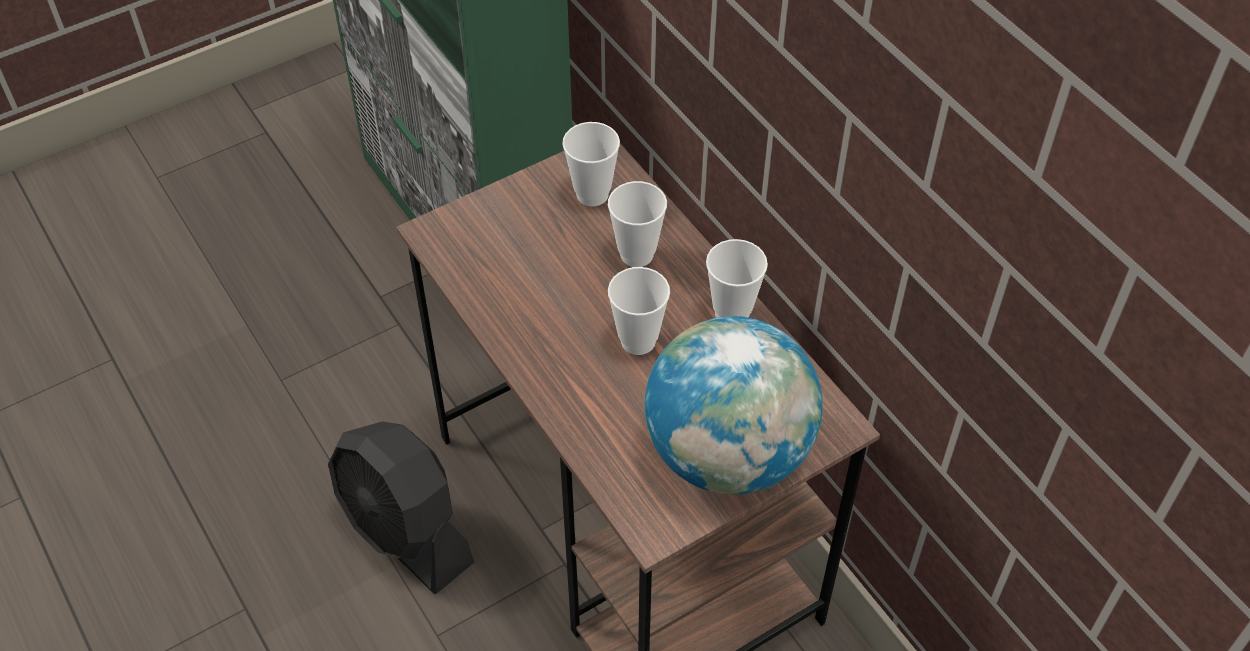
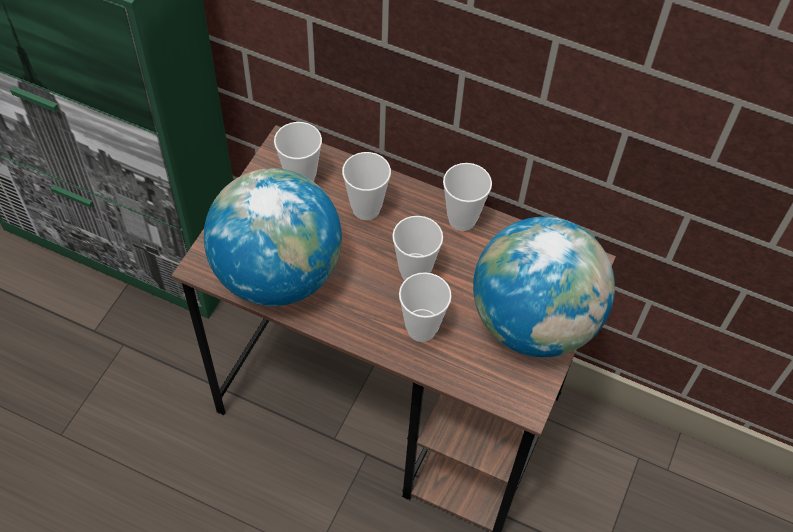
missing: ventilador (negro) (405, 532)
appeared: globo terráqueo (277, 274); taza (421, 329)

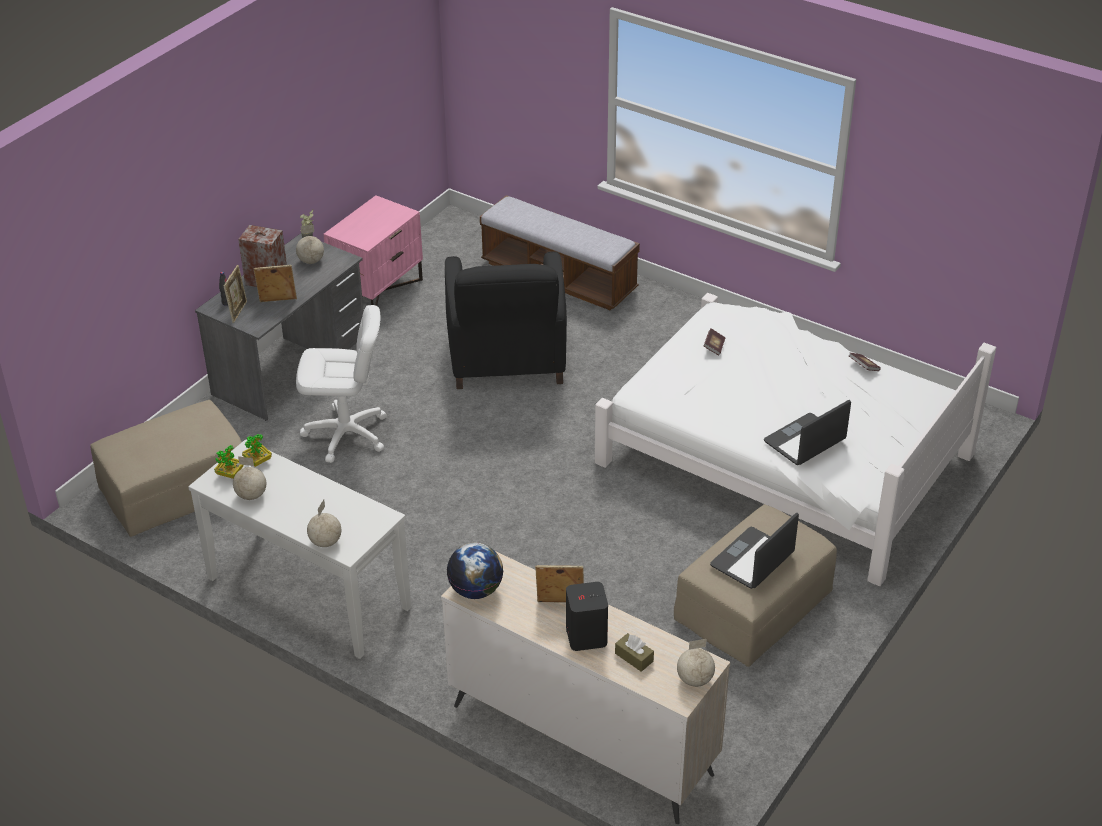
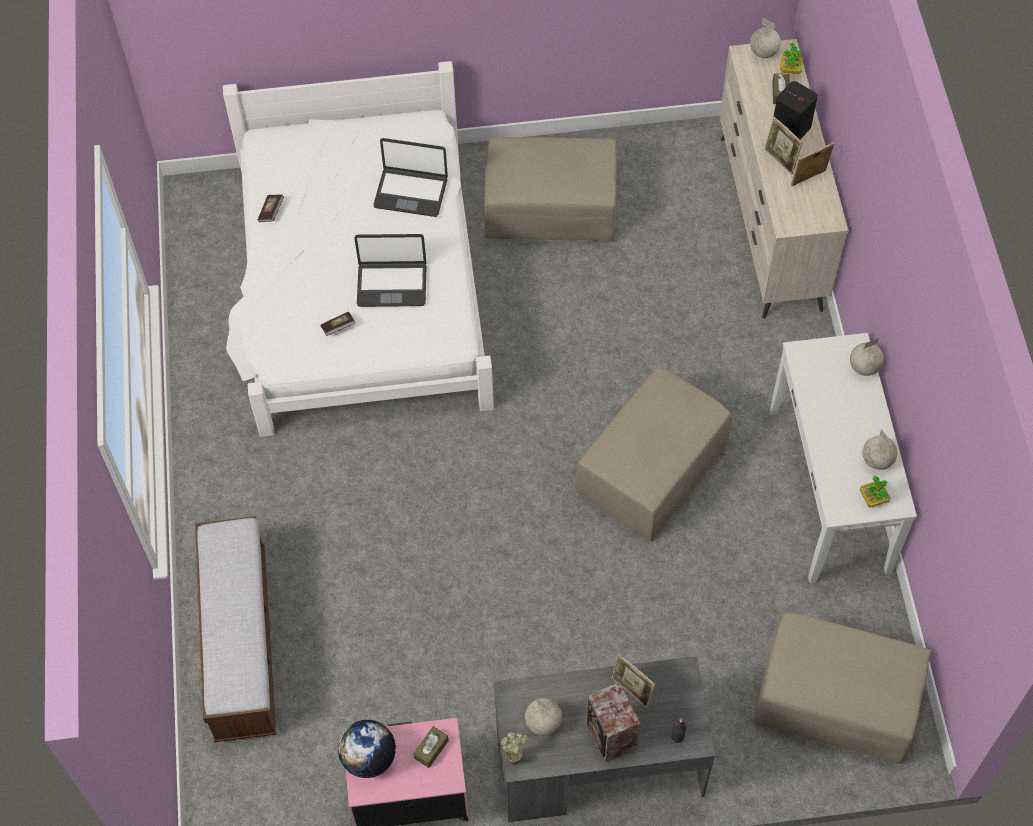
missing: silla de oficina (blanco) (346, 434); sillón (negro) (507, 356)
appeared: caja de pañuelos (marrón) (431, 749); puf (beis) (652, 468)
relocated: globo terráqueo (476, 590) to (369, 758); portátil (753, 560) to (392, 284); planta en maceta (258, 461) to (790, 69); portarretratos (238, 311) to (808, 179)

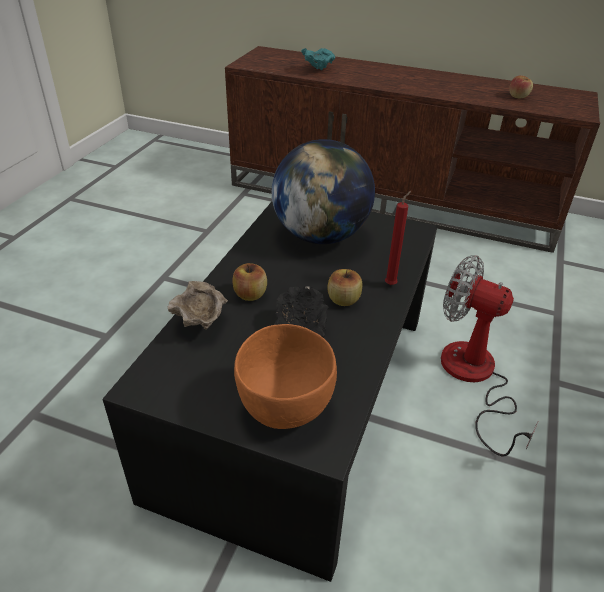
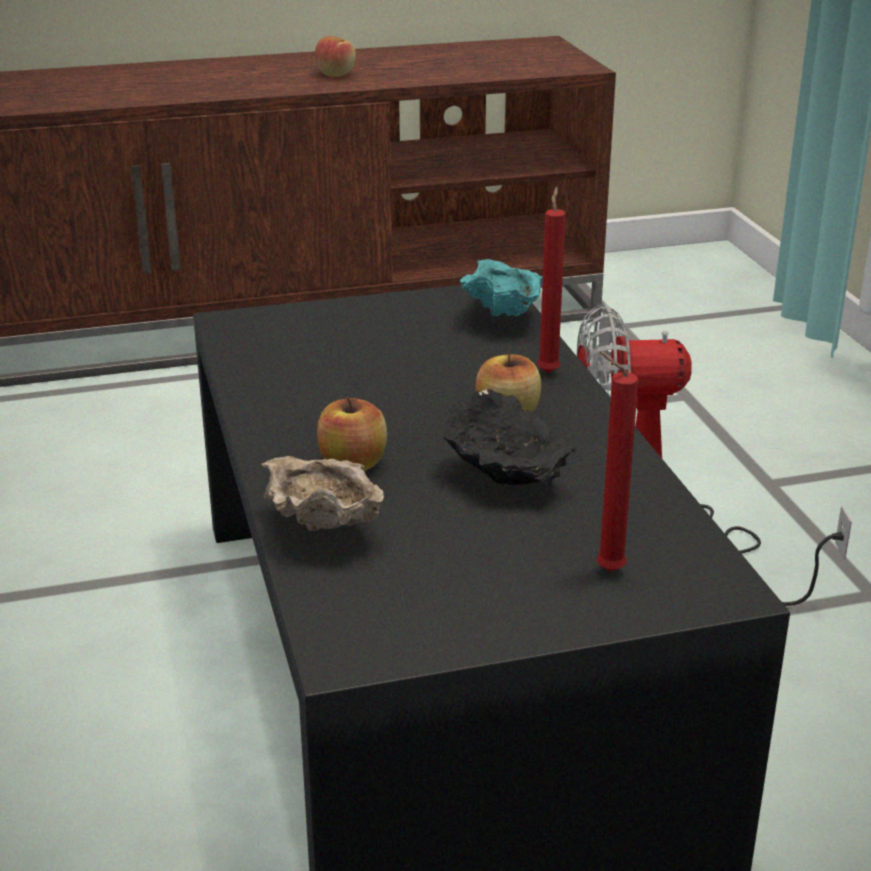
missing: globo terráqueo (320, 235)
relocated: manzana (518, 96) to (335, 74); cuenco (turquesa) (318, 70) to (502, 317)
exchanged: cuenco (naranja) (285, 406) to vela (rojo) (605, 570)

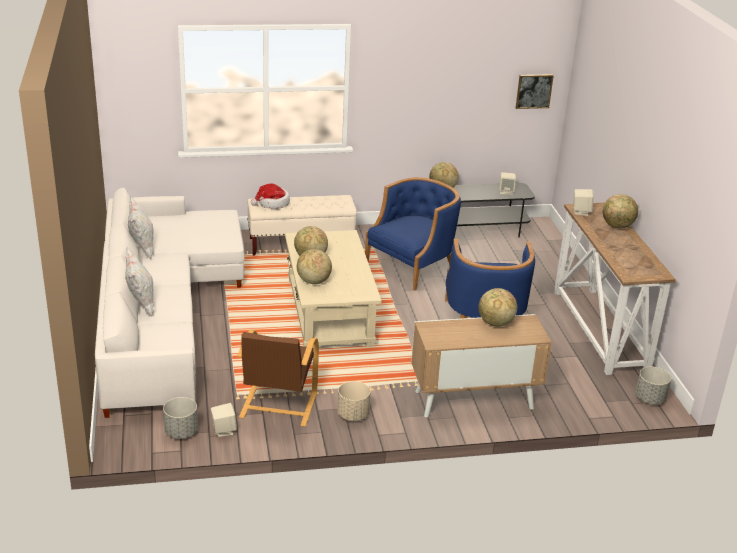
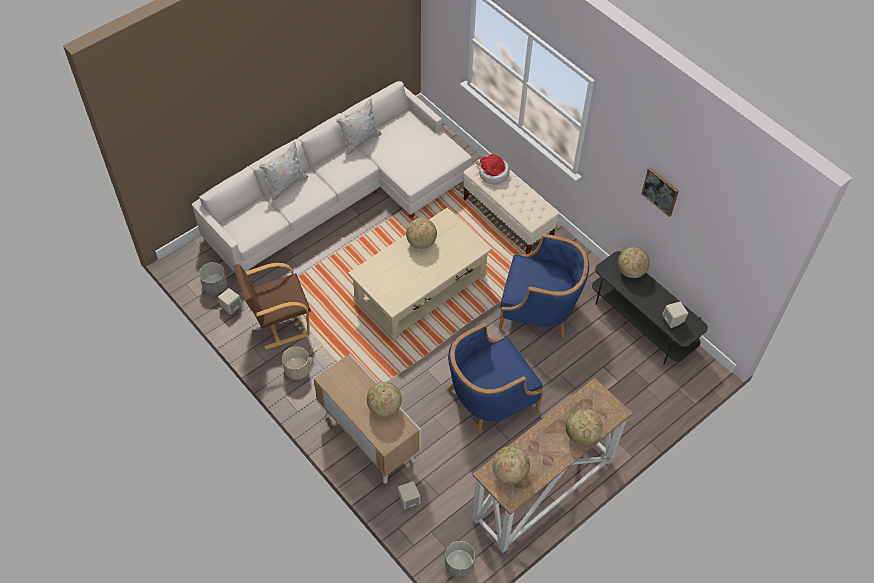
relocated: altavoz (beis) (581, 211) to (409, 500); globo terráqueo (313, 281) to (509, 473); cuadro (534, 91) to (660, 191)

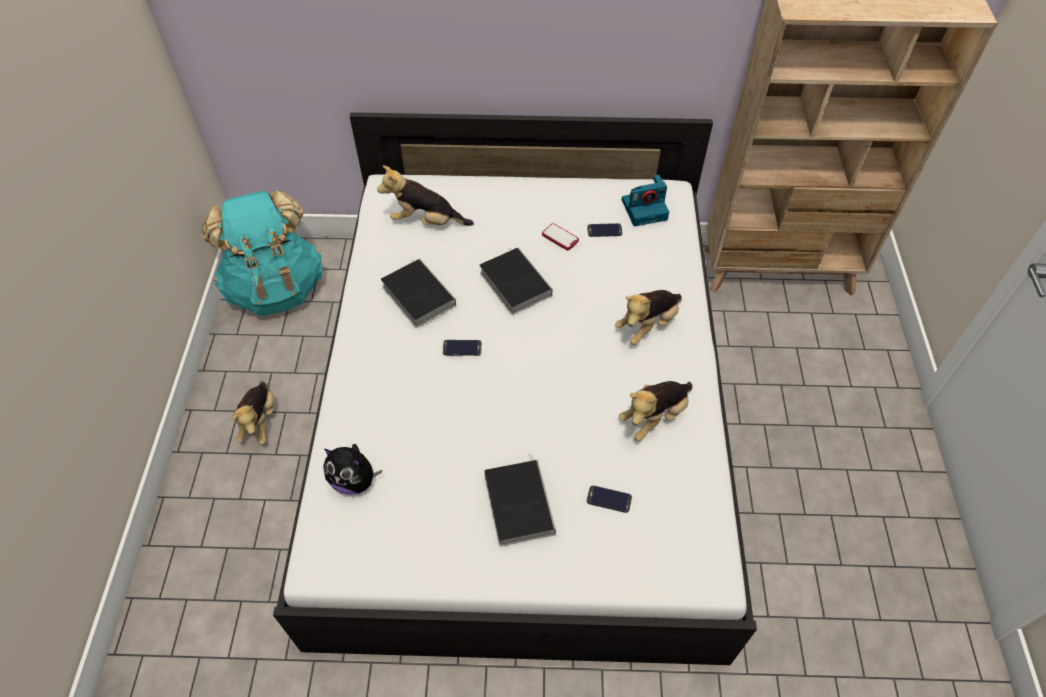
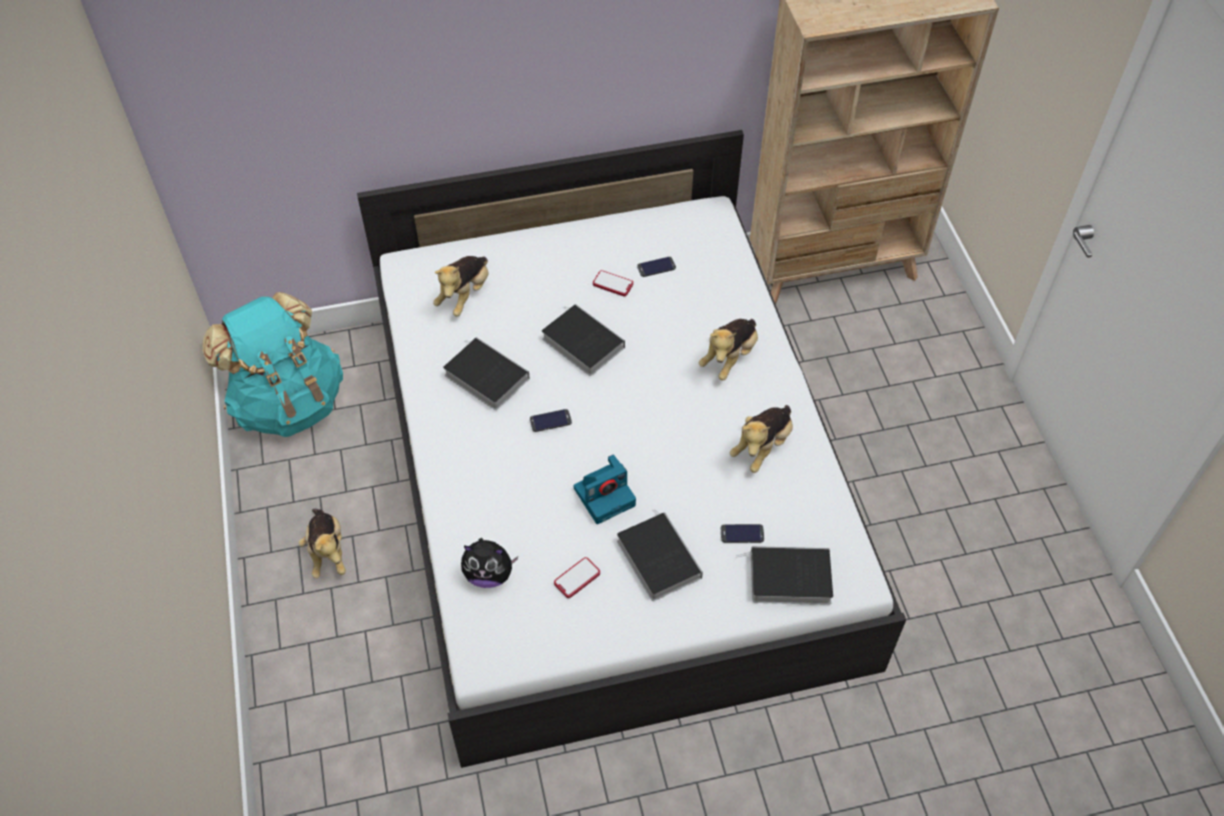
appeared: móvil (577, 578); libro (787, 579)
relocated: cámara (645, 209) to (605, 495)
spun: peluche (426, 221) = (465, 295) 60 degrees counterclockwise

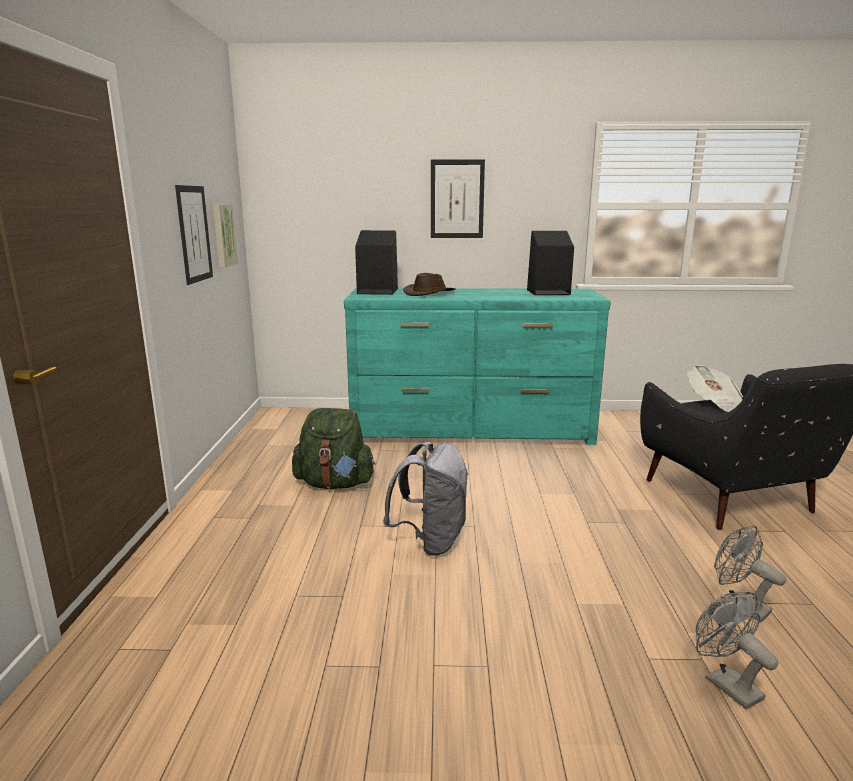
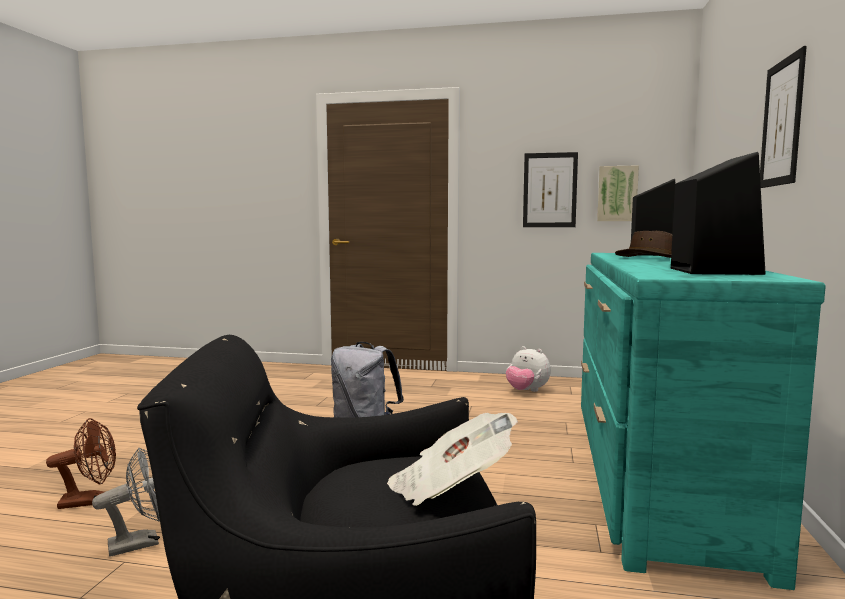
missing: mochila (verde) (335, 484)
appeared: peluche (527, 391)
colour: ventilador (gris) (725, 683) to ventilador (marrón) (90, 501)

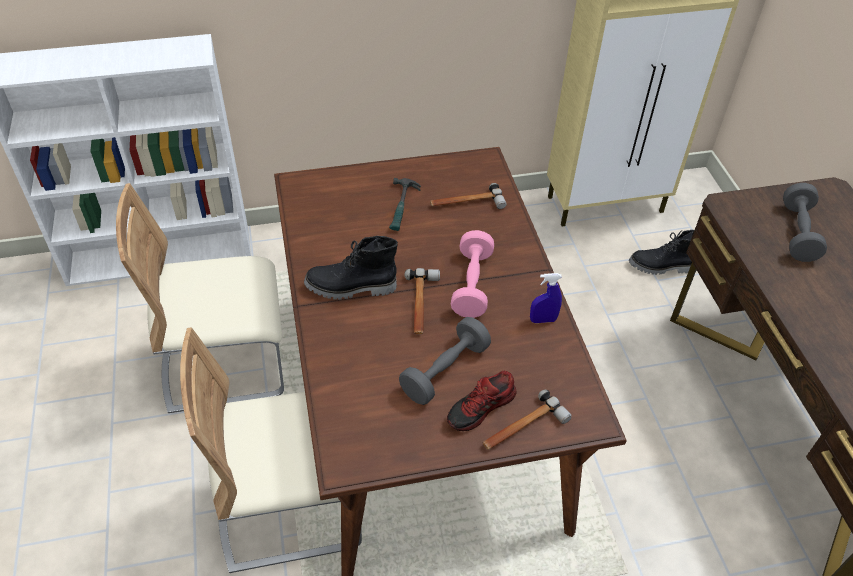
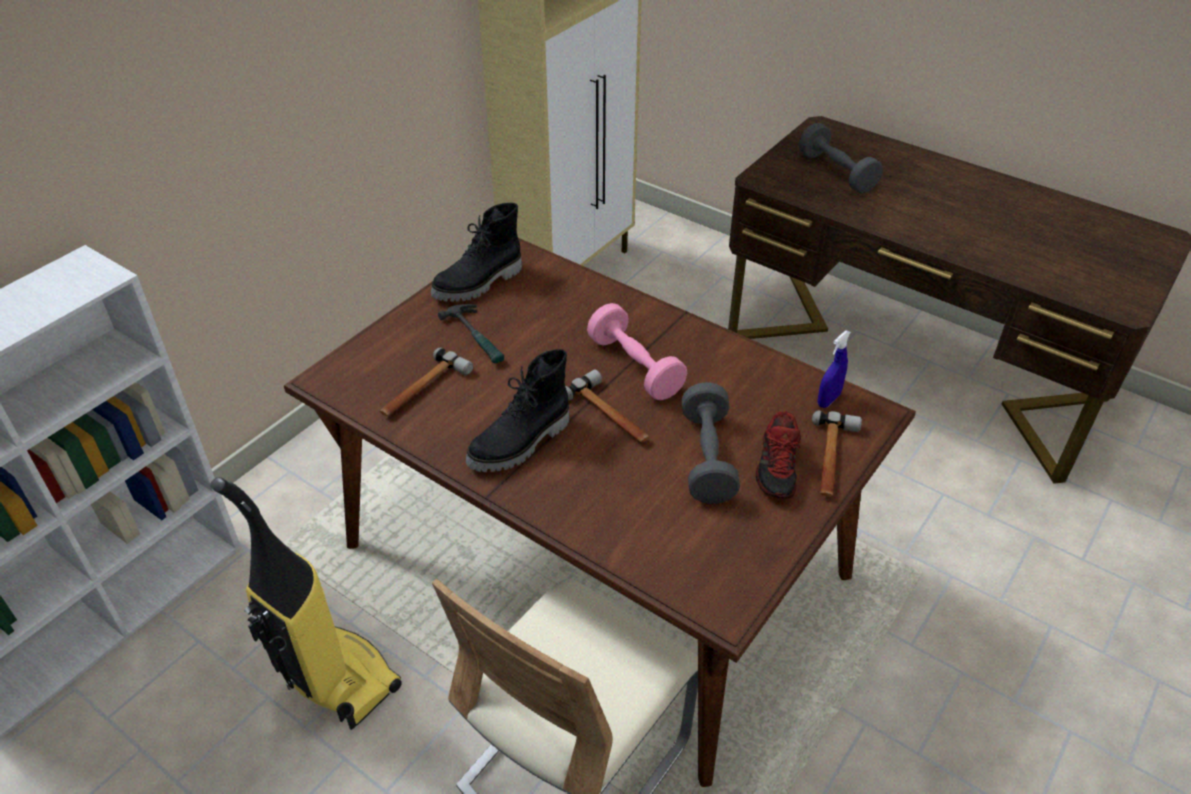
relocated: martillo (466, 203) to (423, 390); bota (negro) (661, 267) to (479, 284); pulverizador (azul) (543, 320) to (828, 400)
exchanged: silla (beis) (226, 364) to aspiradora (334, 677)

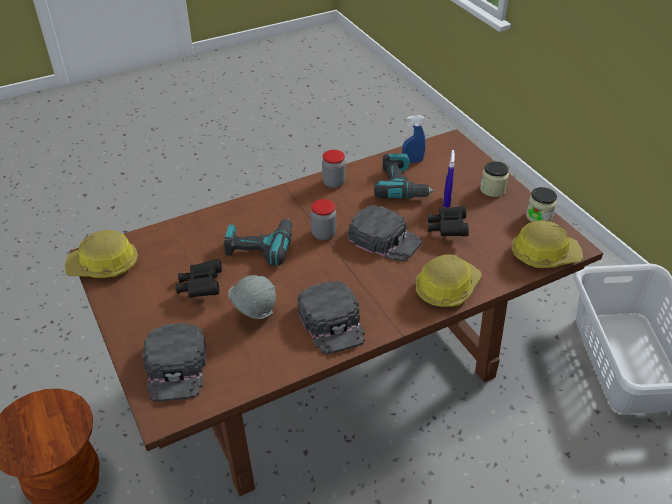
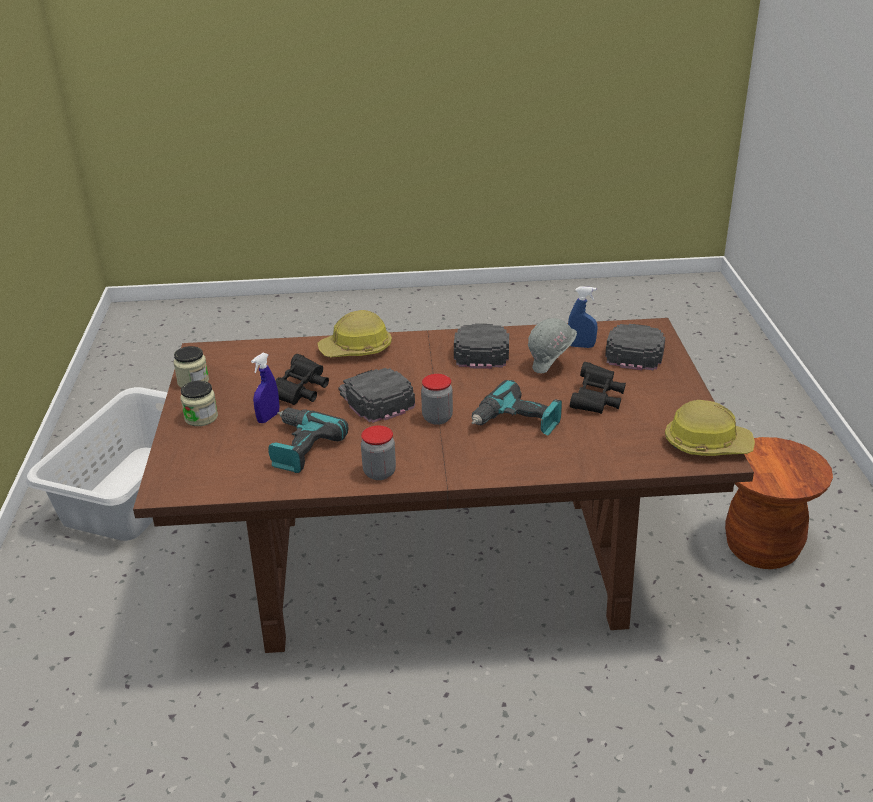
missing: casco (544, 254)
relocated: pulverizador (azul) (412, 161) to (581, 346)

